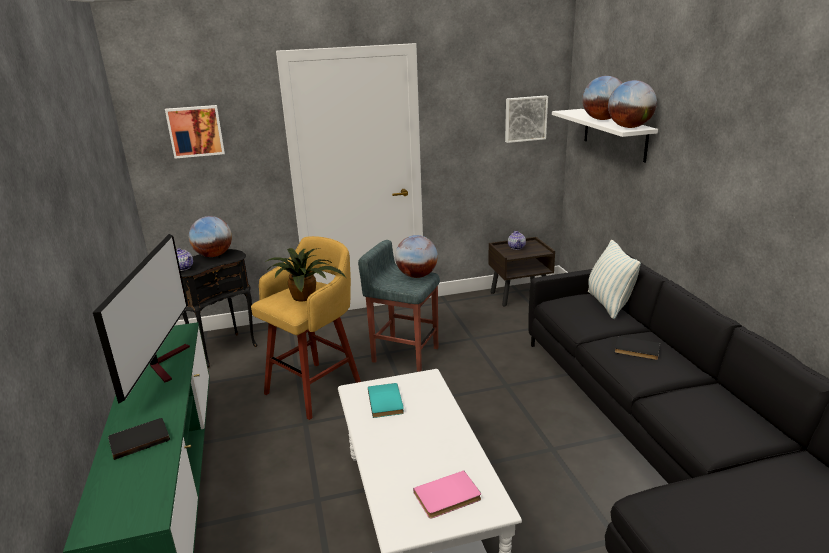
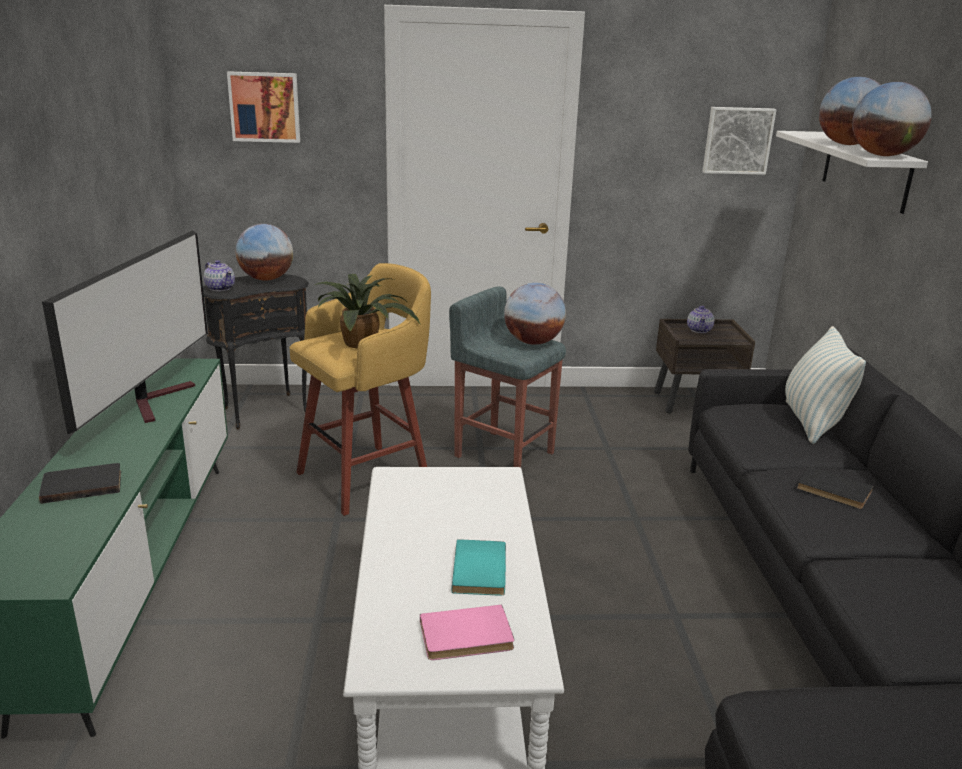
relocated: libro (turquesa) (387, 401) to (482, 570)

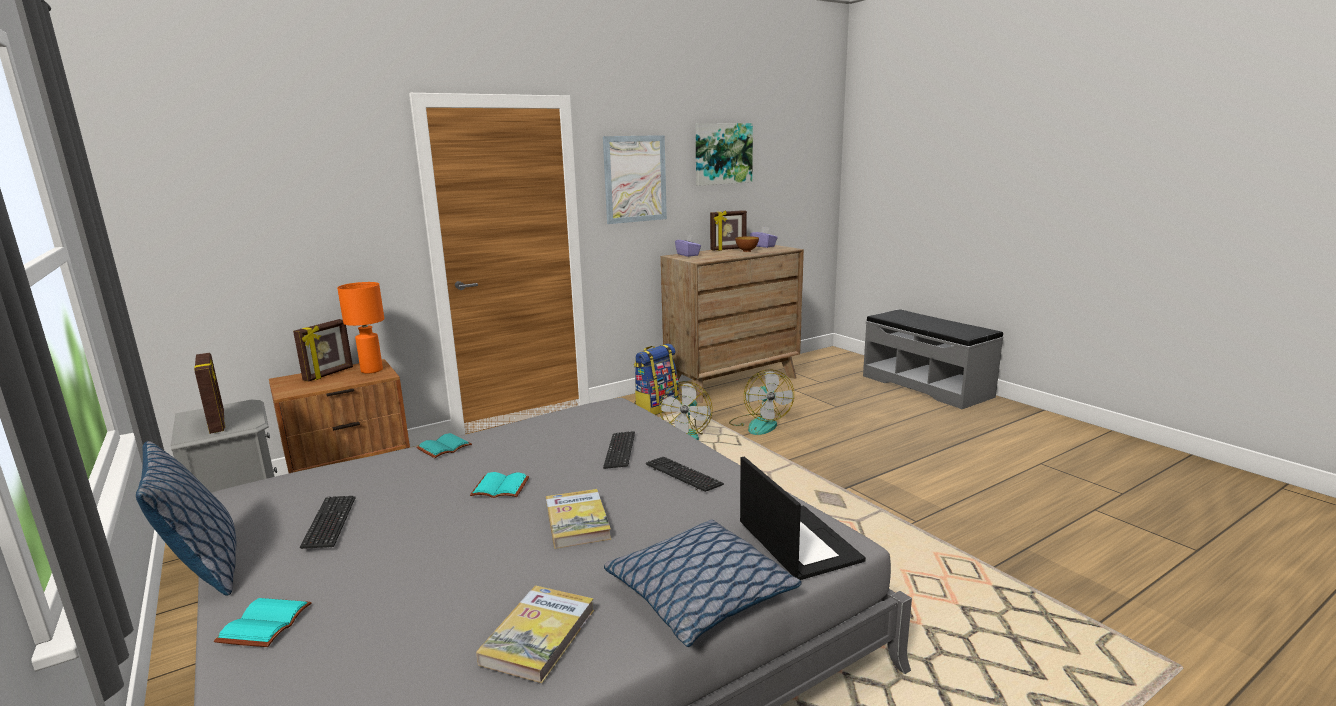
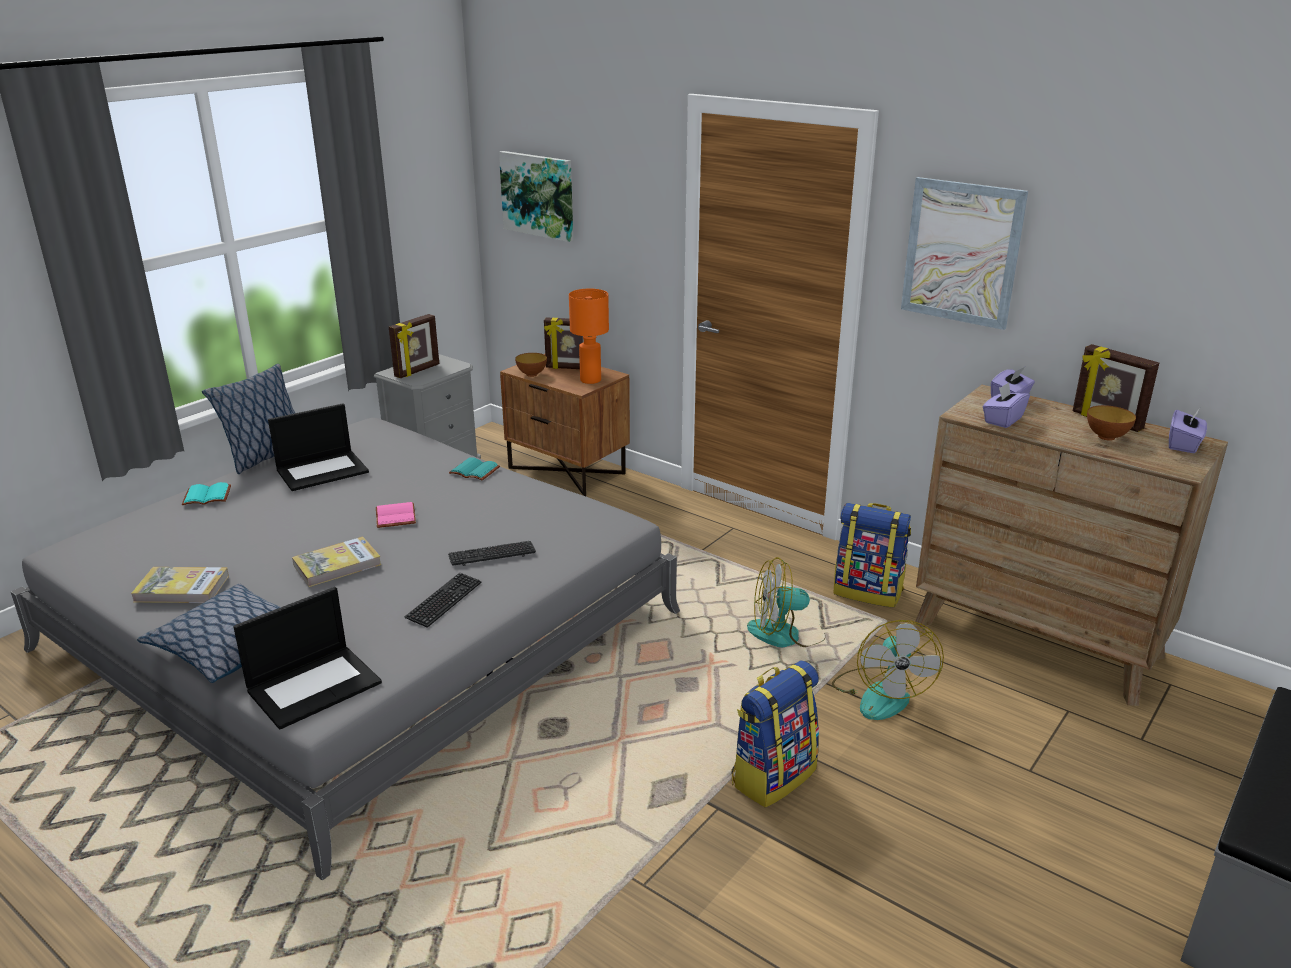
appeared: cuenco (532, 374); mochila (773, 775); caja de pañuelos (morado) (1002, 420)
relocated: cuadro (723, 153) to (538, 195)
exchanged: teclado (330, 523) to portátil (323, 470)
colour: libro (turquesa) (499, 488) to libro (rosa) (394, 516)
spun: ventilador (759, 424) = (881, 693) 60 degrees counterclockwise

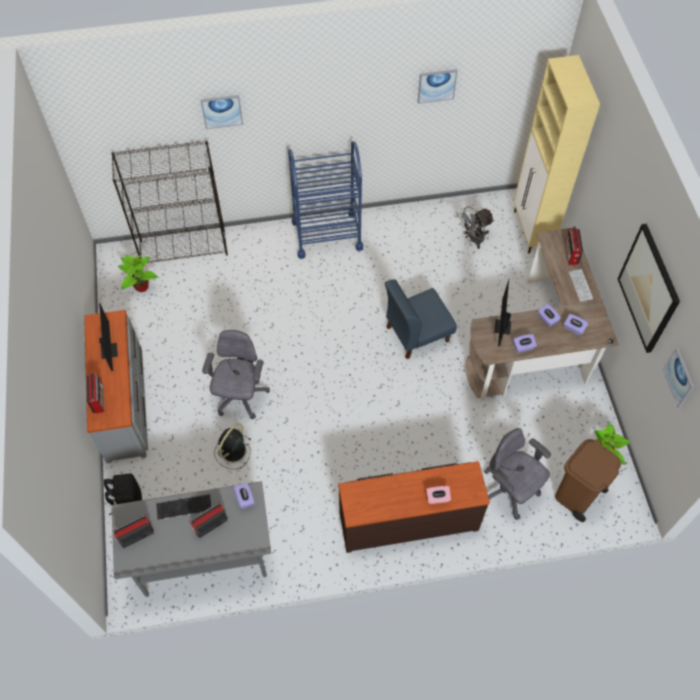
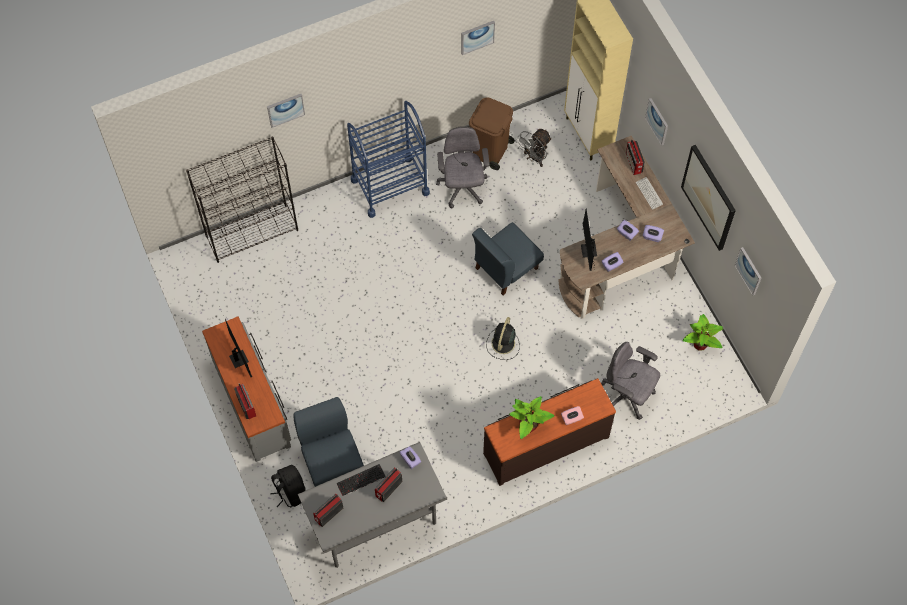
appeared: silla (azul) (332, 460); cuadro (657, 121)
relocated: silla de oficina (gris) (240, 397) to (462, 188); papelera (marrón) (576, 495) to (490, 151); ventilador (negro) (232, 451) to (502, 344); planta en maceta (141, 286) to (528, 425)

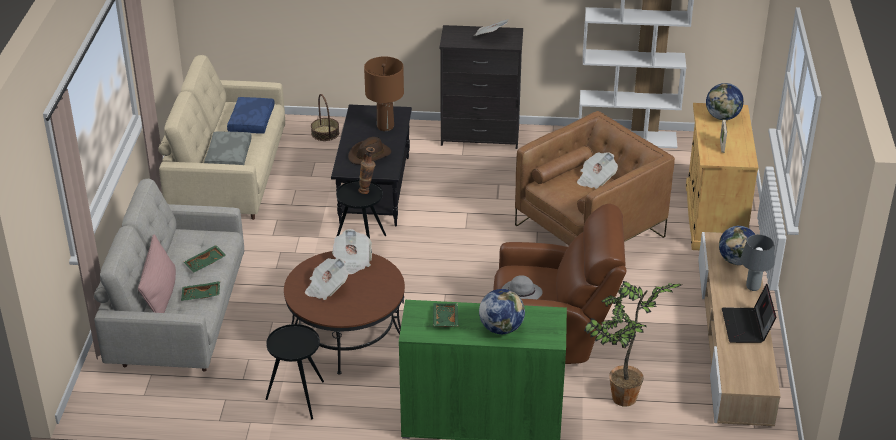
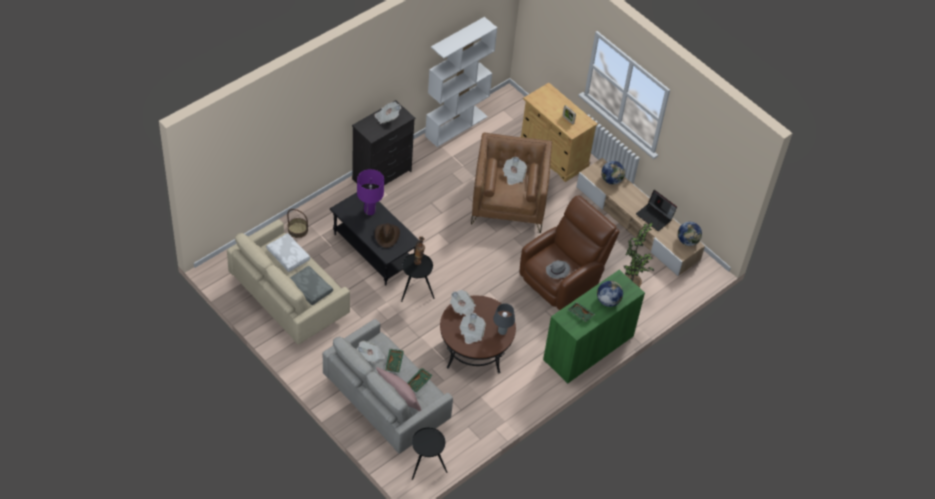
appeared: periódico (371, 356)
relocated: mesa auxiliar (negro) (297, 398) to (426, 467); lámpara de mesa (gris) (753, 287) to (502, 331); globo terráqueo (722, 117) to (687, 241)
colour: cojín (azul) (252, 121) to cojín (blanco) (289, 255); lámpara de mesa (marrón) (385, 126) to lámpara de mesa (morado) (370, 210)

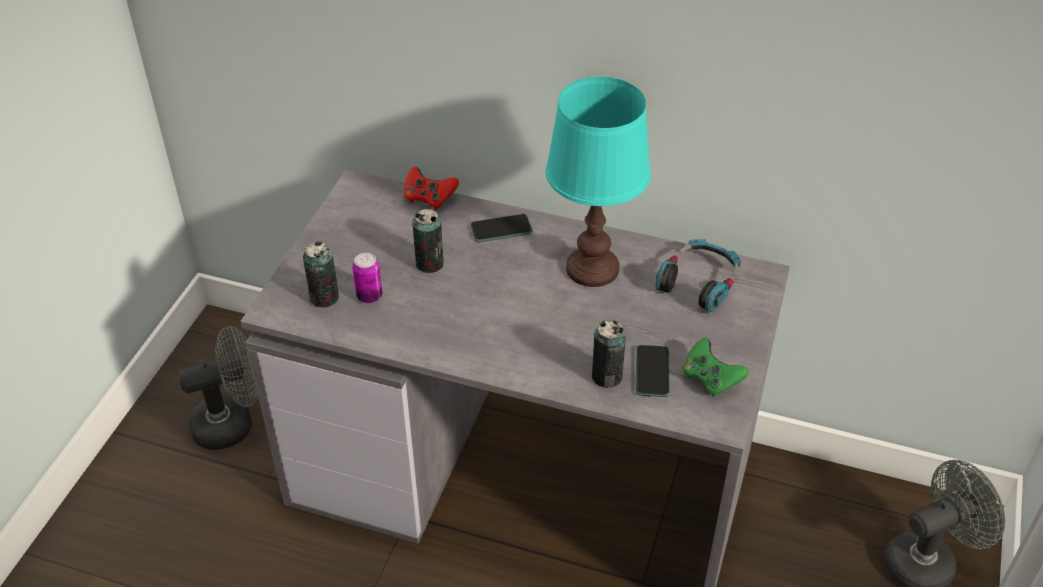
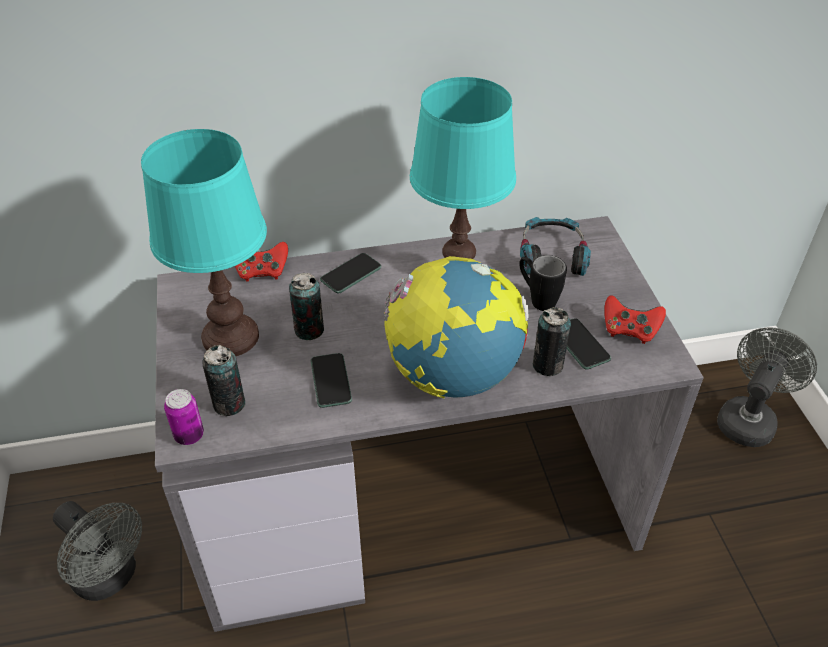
appeared: lámpara de mesa (turquesa) (231, 337); móvil (331, 381); globo terráqueo (453, 375); taza grande (negro) (537, 299)
relocated: lata (369, 296) to (189, 435)
colour: mando de consola (verde) (710, 379) to mando de consola (rojo) (629, 330)
spun: ventilador (gris) (232, 423) = (110, 577) 90 degrees clockwise

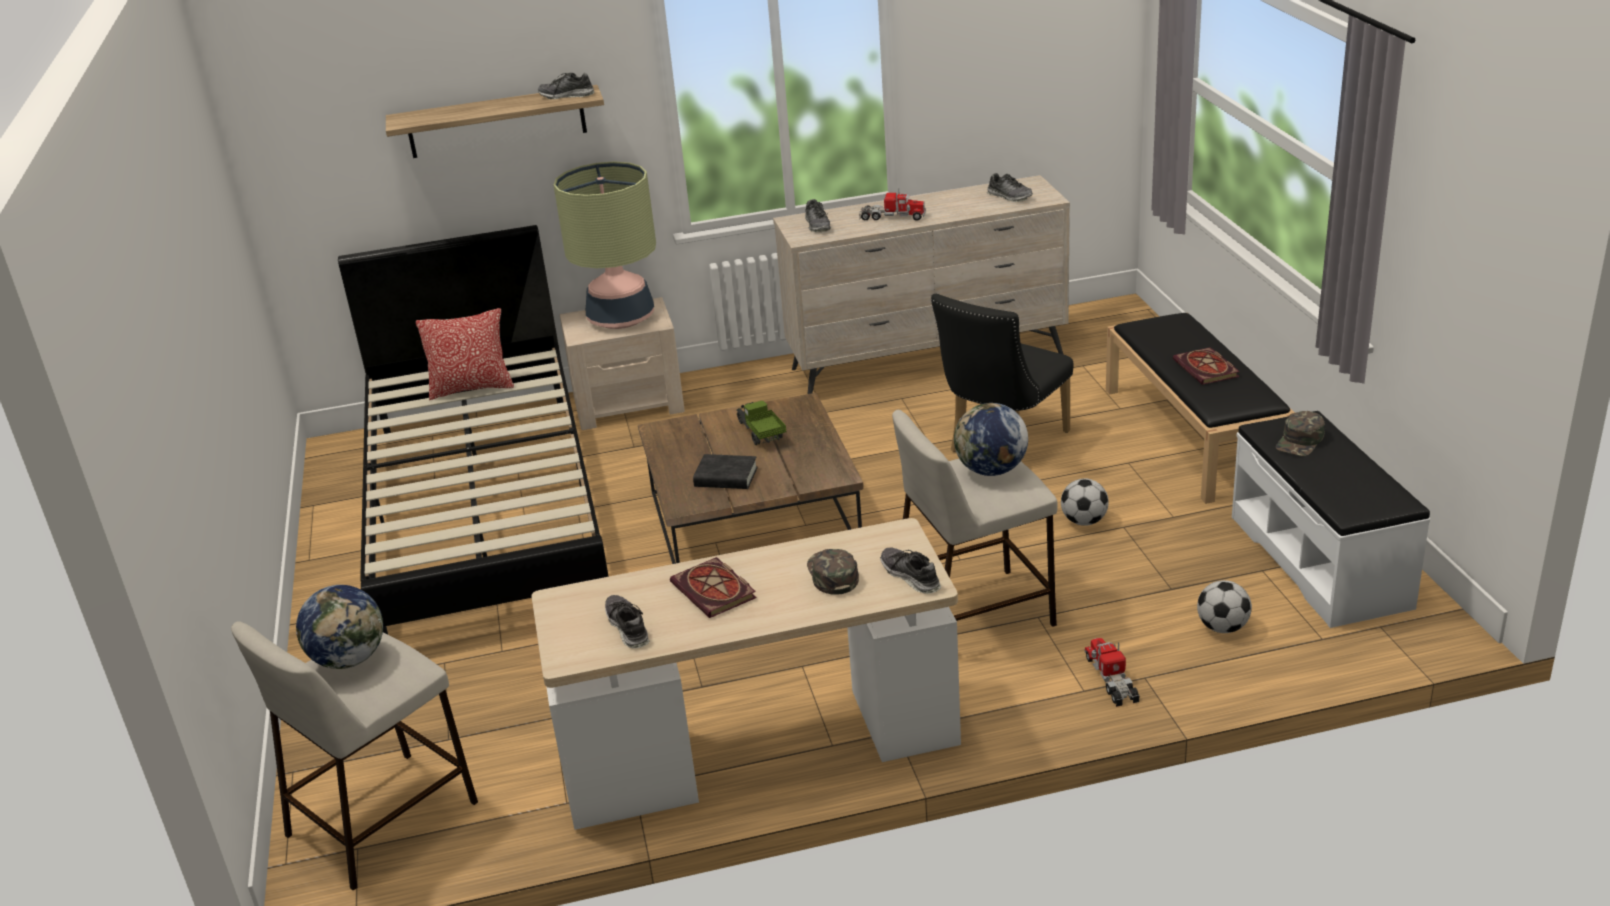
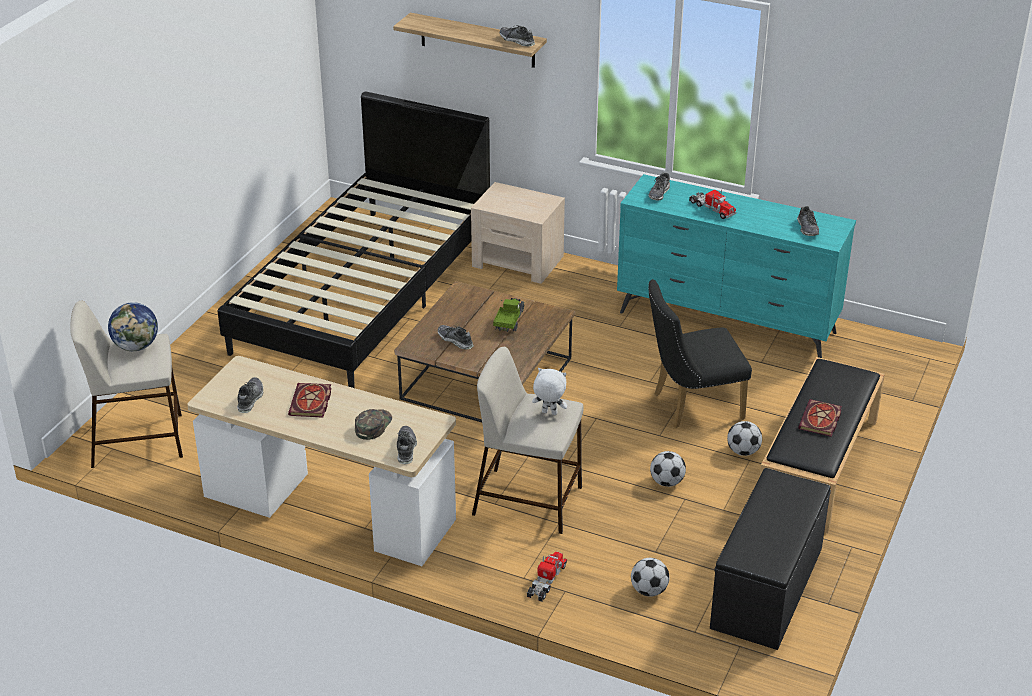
missing: cojín (472, 388); lámpara de mesa (621, 318); gorra (verde) (1300, 441)
appeared: balón de fútbol (743, 452)
exchanged: libro (negro) (726, 477) to zapato (455, 340); globo terráqueo (991, 470) to peluche (blanco) (549, 413)
colour: cómoda (beis) (928, 362) to cómoda (turquesa) (727, 323); banco (blanco) (1320, 560) to banco (negro) (768, 588)

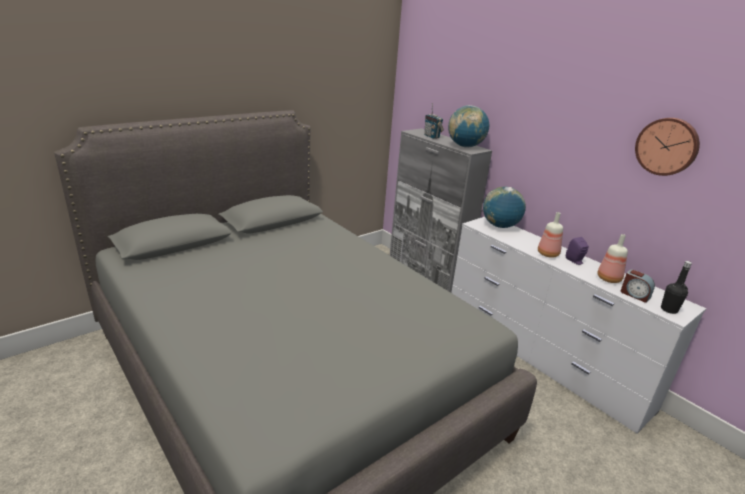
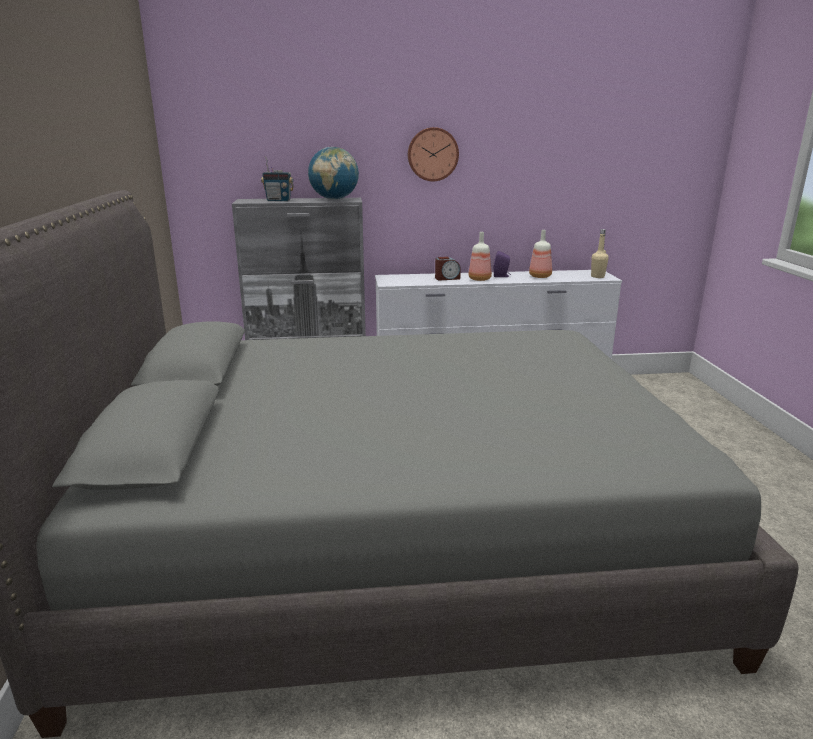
missing: globo terráqueo (500, 226)
relocated: reloj de pared (667, 146) to (432, 154); despertador (634, 295) to (447, 278)
colour: botella (negro) (669, 309) to botella (beis) (597, 276)

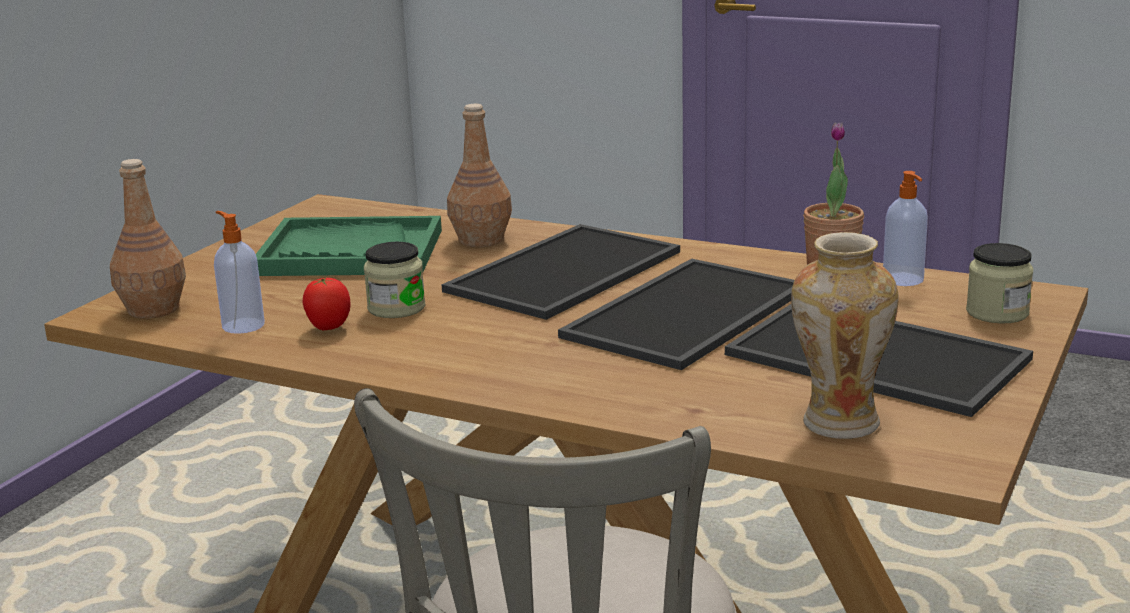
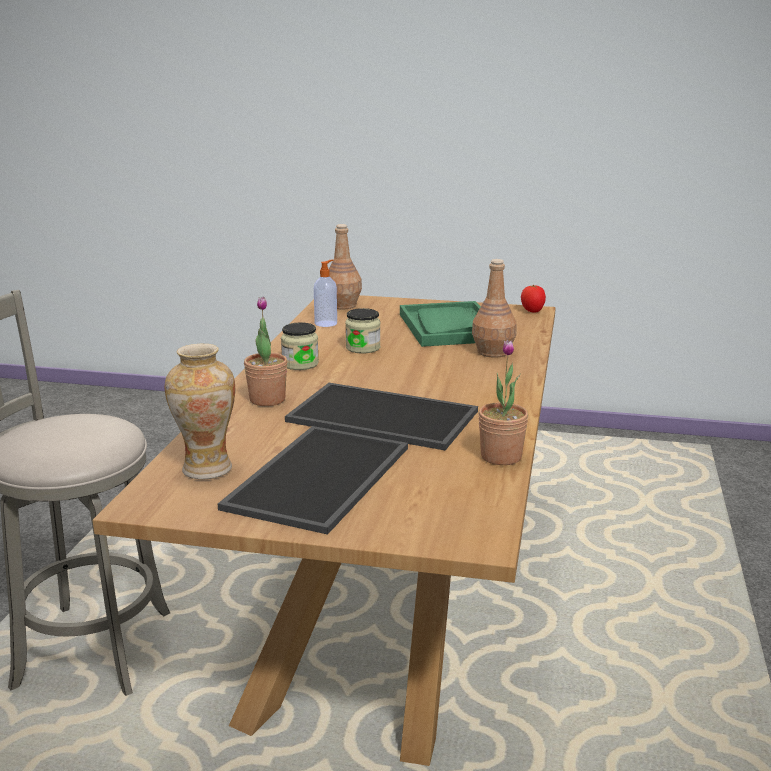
missing: bandeja (566, 273); dispensador de jabón (903, 280)
appeared: planta en maceta (267, 400)
relocated: tarro (997, 313) to (300, 364); tomate (328, 328) to (532, 312)

